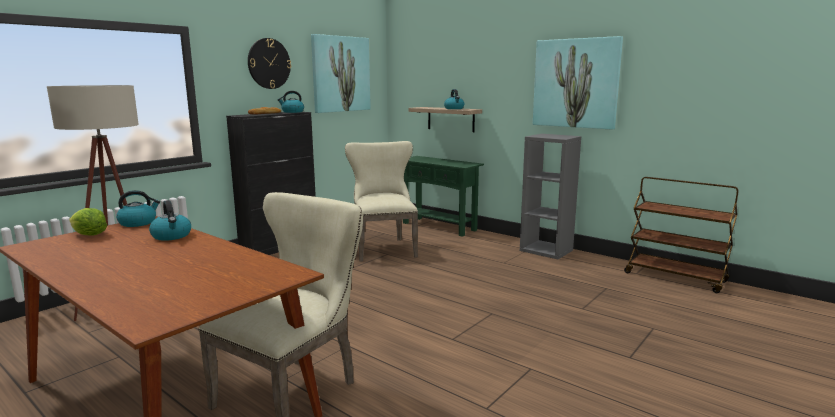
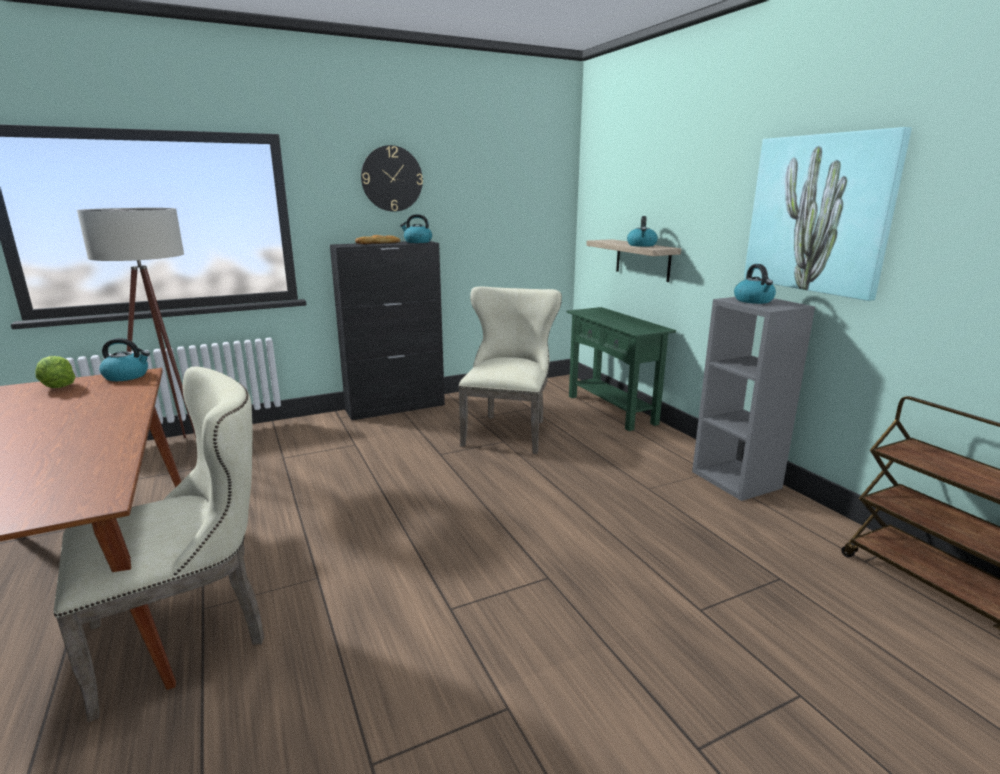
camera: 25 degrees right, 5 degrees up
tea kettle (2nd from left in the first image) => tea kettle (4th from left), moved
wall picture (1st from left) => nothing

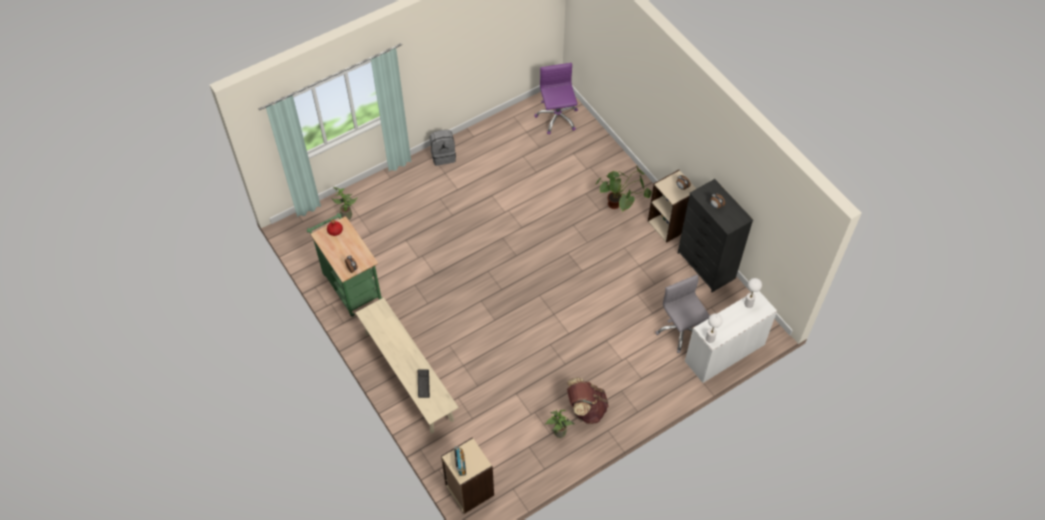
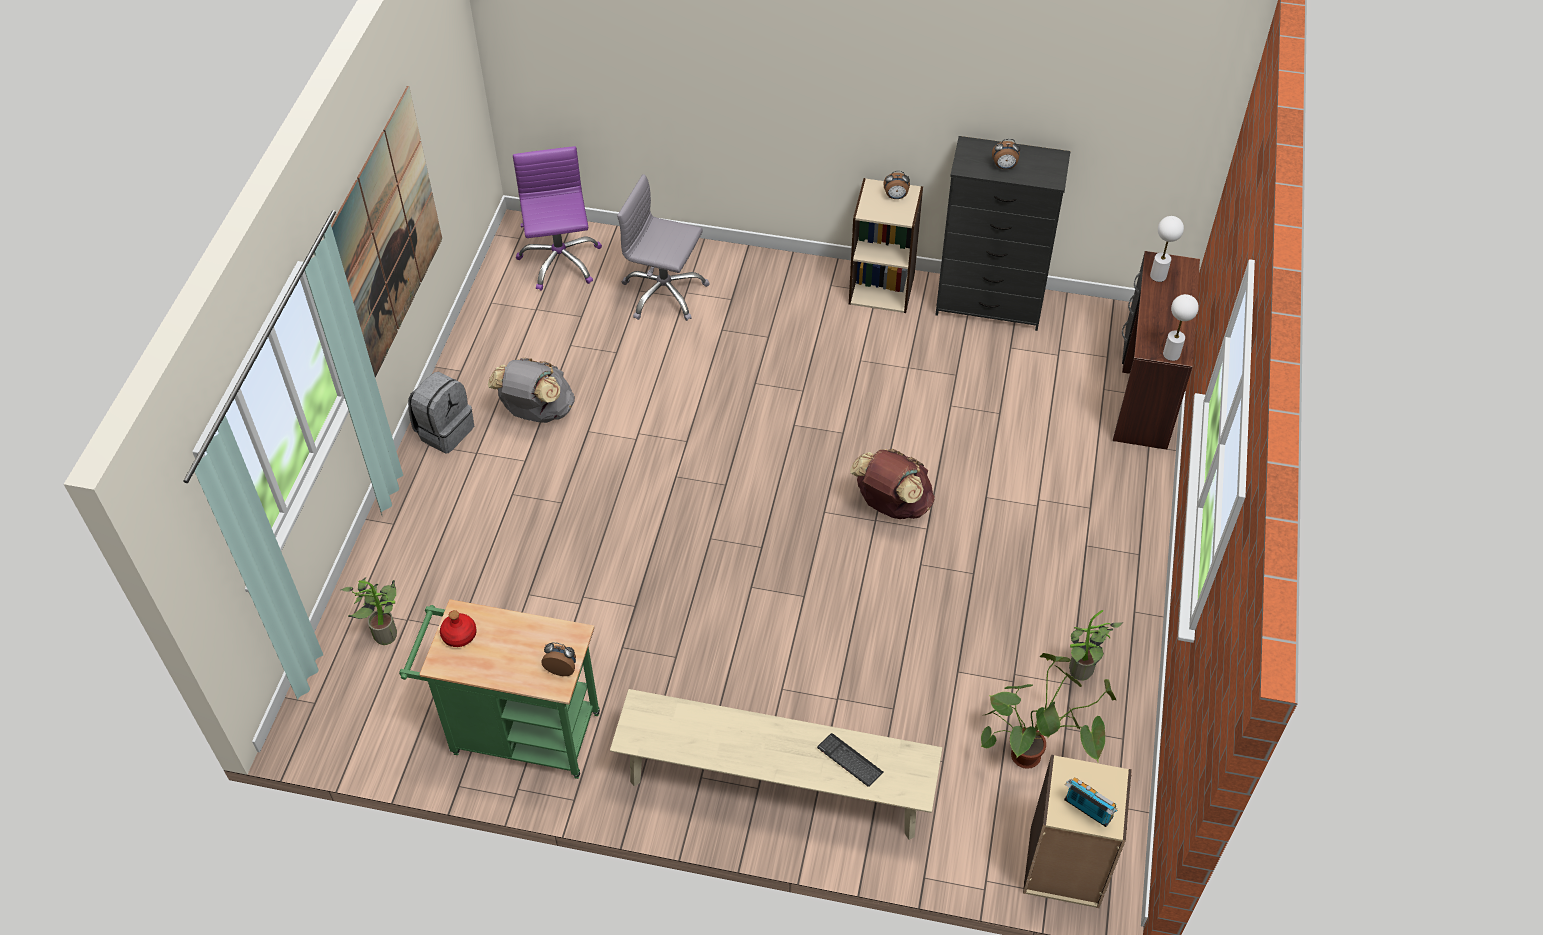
camera: 45 degrees left, 5 degrees down
purple computer chair, 45 degrees clockwise
brown rucksack, moved
potted plant (3rd from left in the first image) => potted plant (2nd from left), moved
gray computer chair, moved
white desk => brown desk
nothing => wall picture
nothing => gray rucksack (2nd from left)

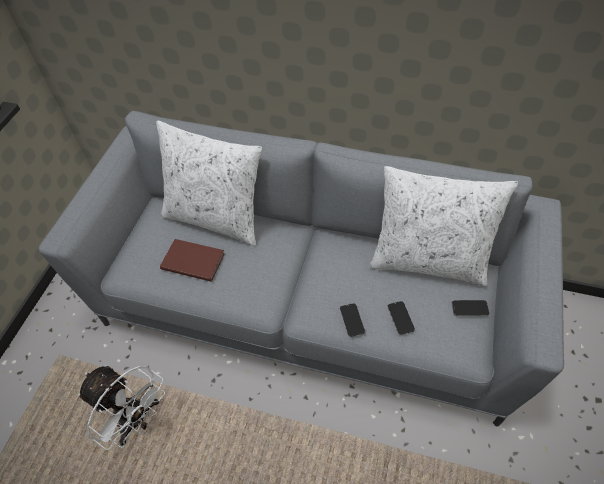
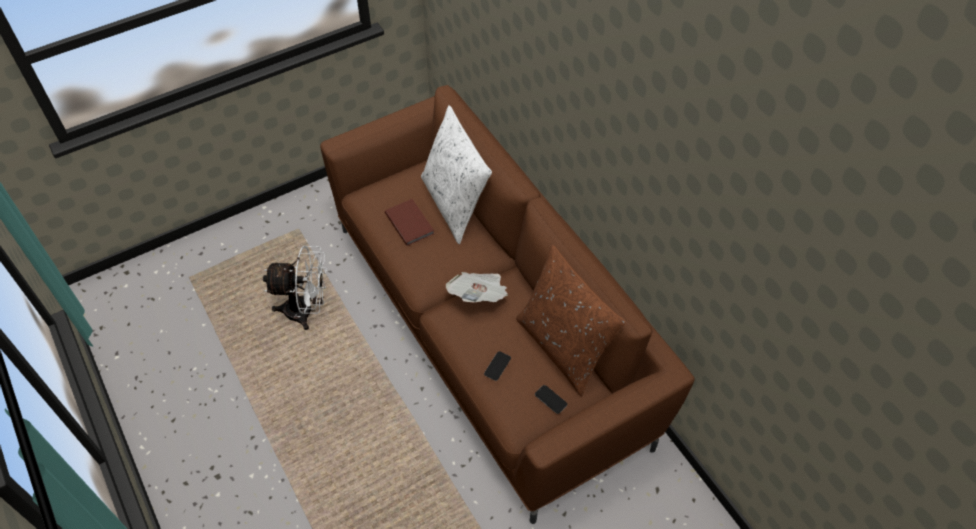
camera: 40 degrees right, 0 degrees up
gray couch => brown couch
white electric fan, 75 degrees counterclockwise
telephone (1st from left) => nothing
white throw pillow (2nd from left) => brown throw pillow
nothing => printed paper

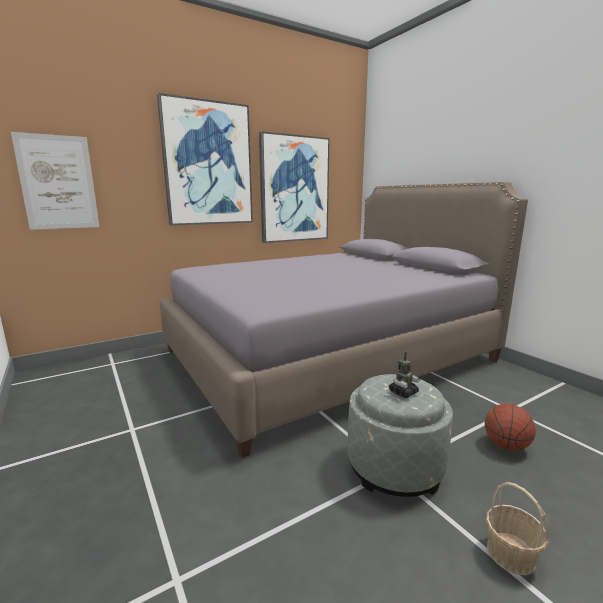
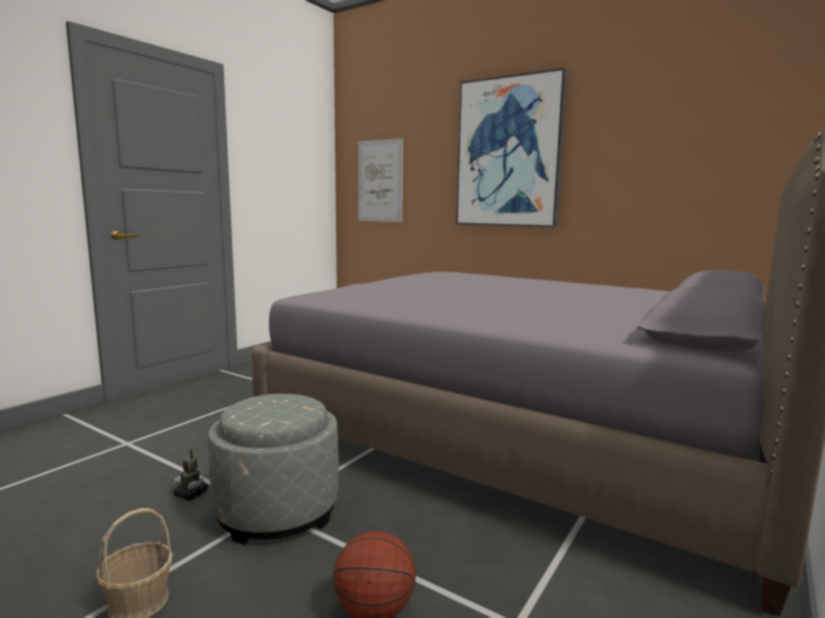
camera: 65 degrees right, 5 degrees down
wall picture (3rd from left) => nothing
robot figure, moved

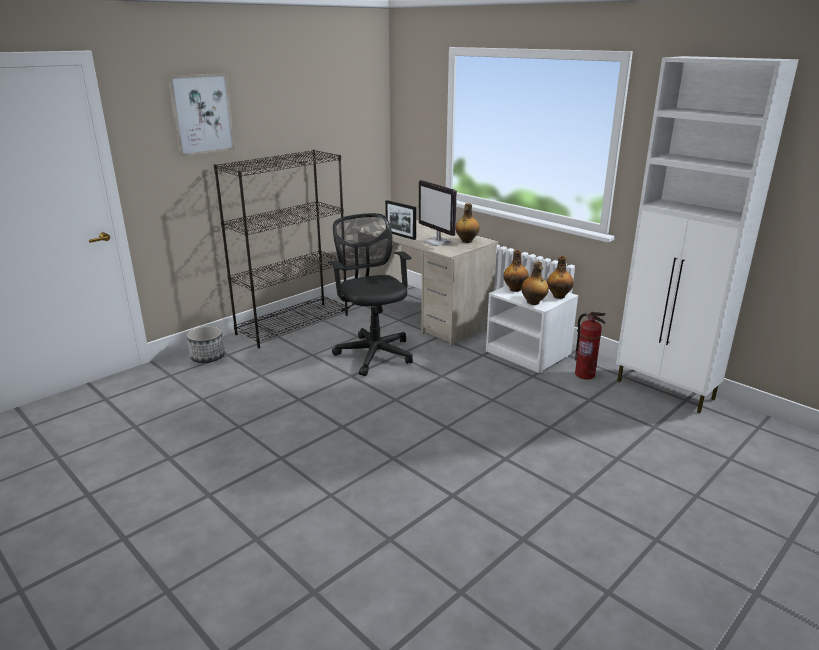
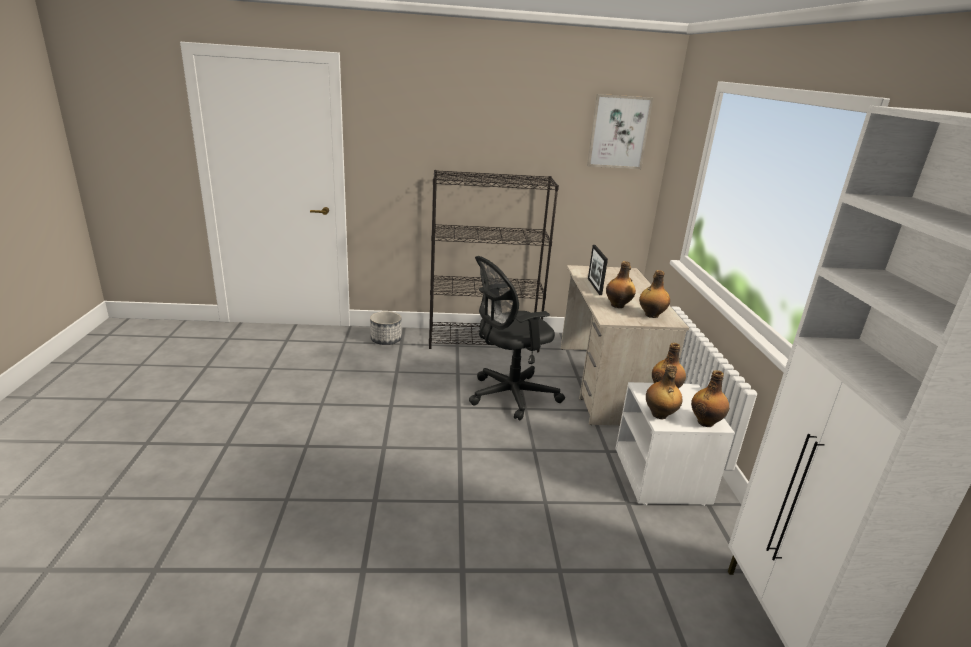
camera: 40 degrees right, 0 degrees up
wall picture, moved
blackish computer chair, 135 degrees counterclockwise
monitor => beverage bottle (1st from left)
fire extinguisher => nothing

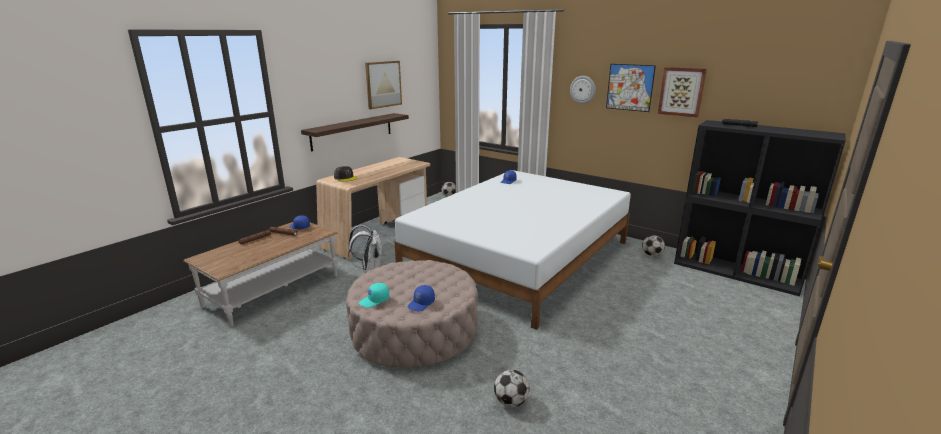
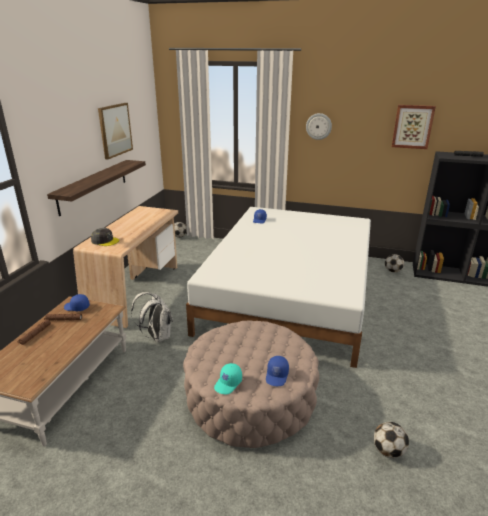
camera: 20 degrees left, 5 degrees up
wall picture (2nd from left) => nothing

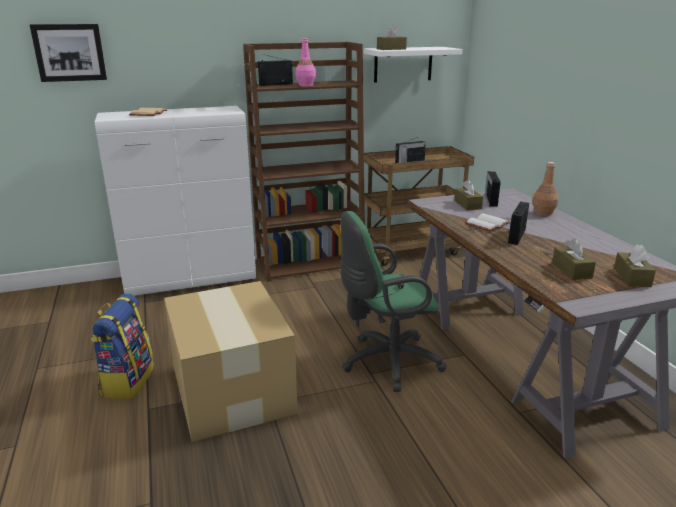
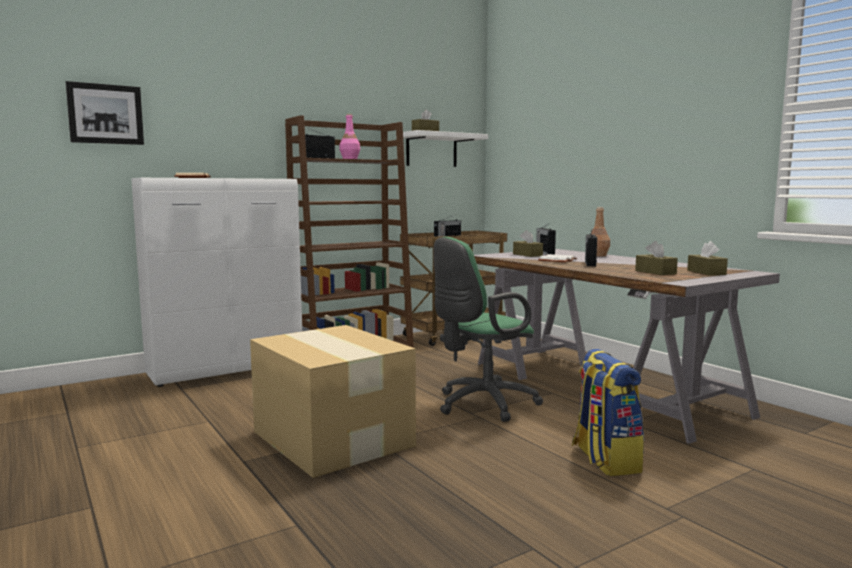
camera: 15 degrees left, 15 degrees down
rucksack, moved

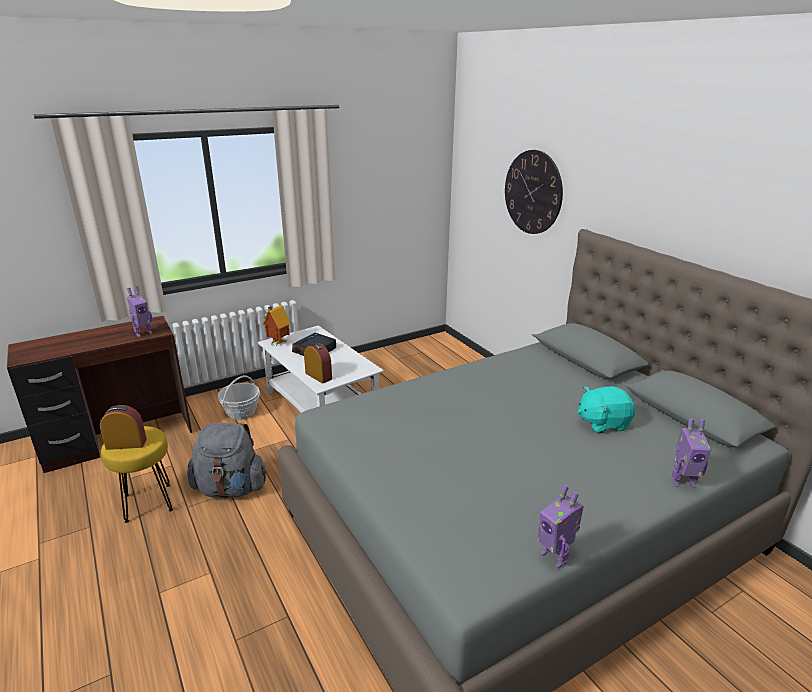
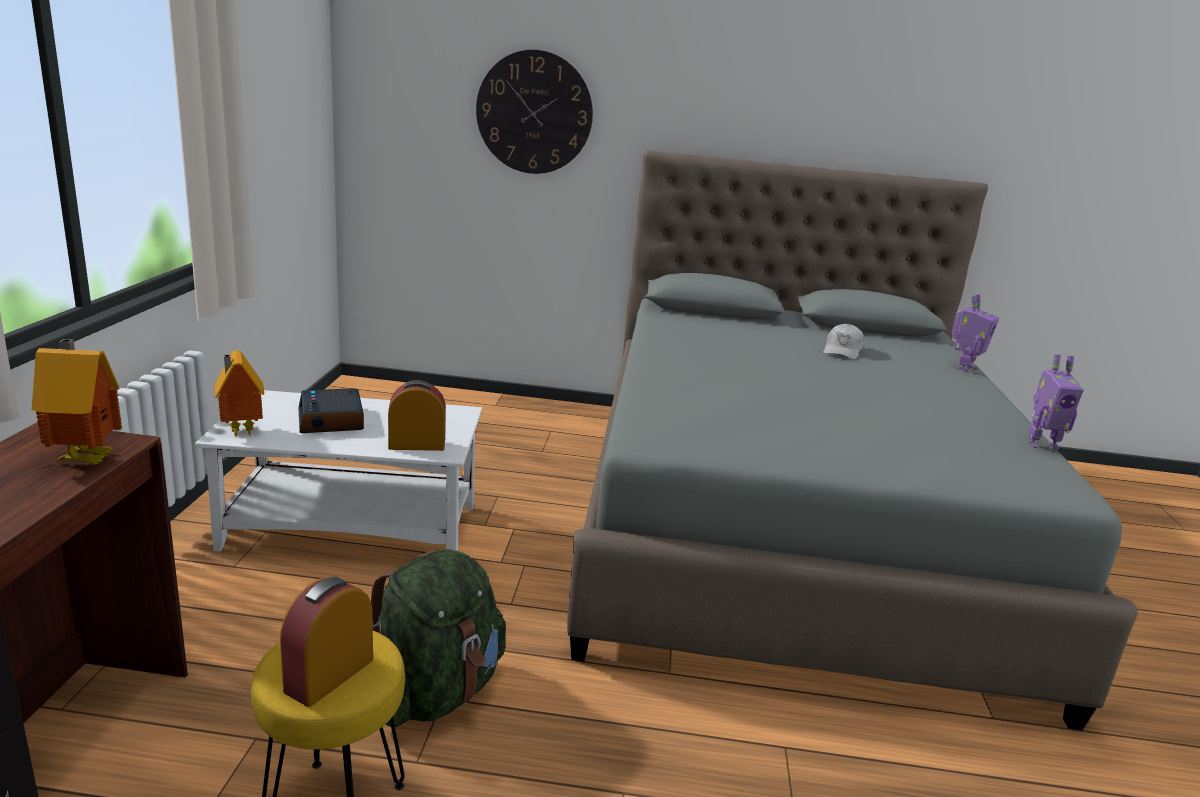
camera: 55 degrees left, 5 degrees down
robot figure (1st from left) => model house (1st from left)
gray rucksack => greenish rucksack
household basket => nothing
turquoise soft toy => white baseball cap

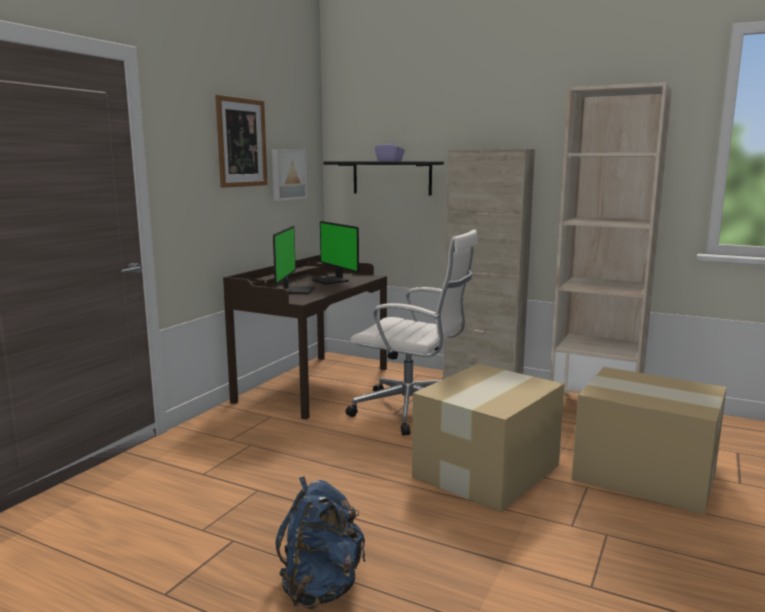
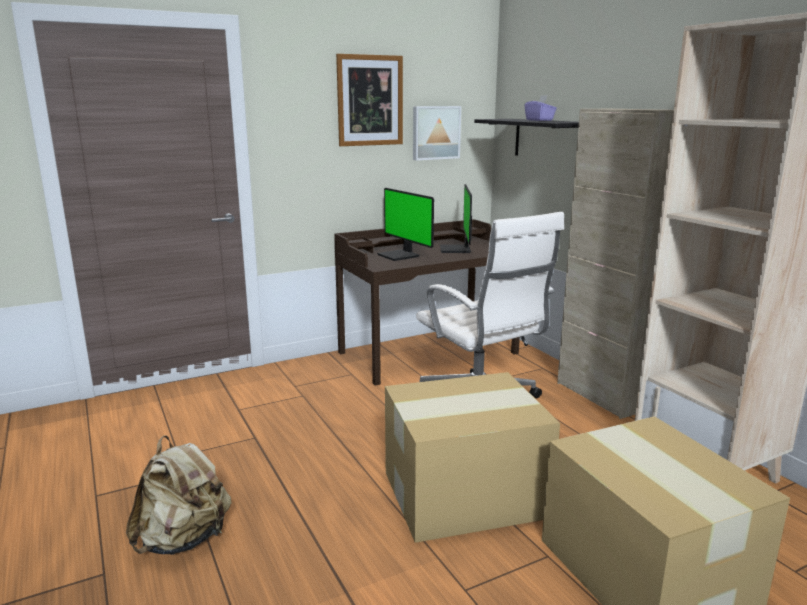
camera: 35 degrees right, 5 degrees up
monitor (1st from left), 105 degrees clockwise
blue-coloured rucksack => beige-coloured rucksack

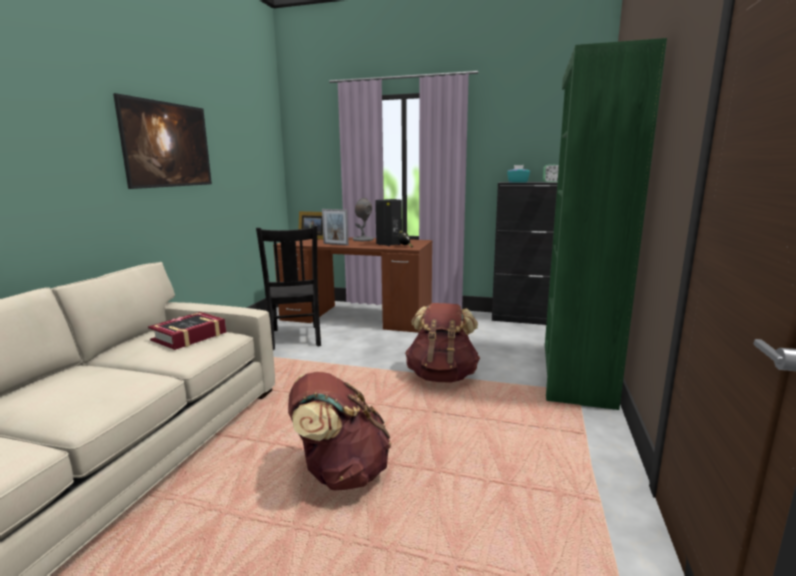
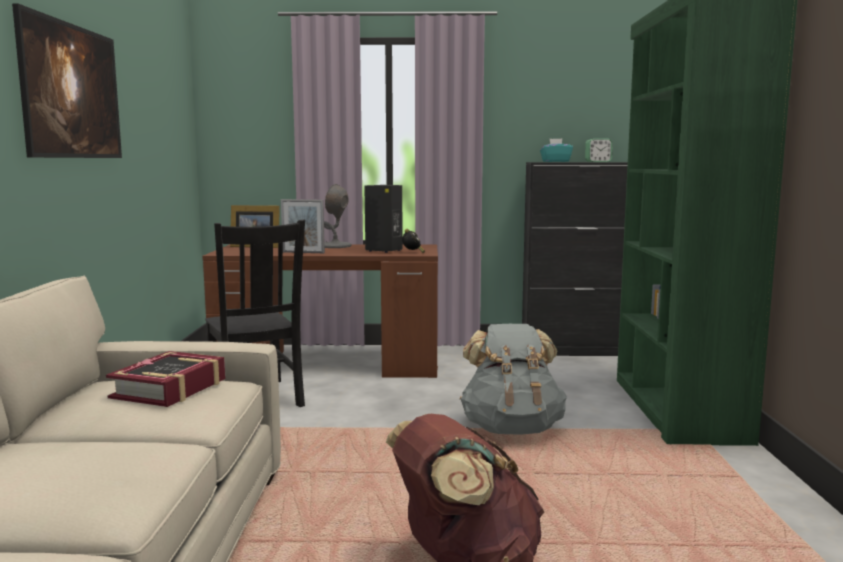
camera: 15 degrees left, 5 degrees down
brown rucksack (2nd from left) => gray rucksack

